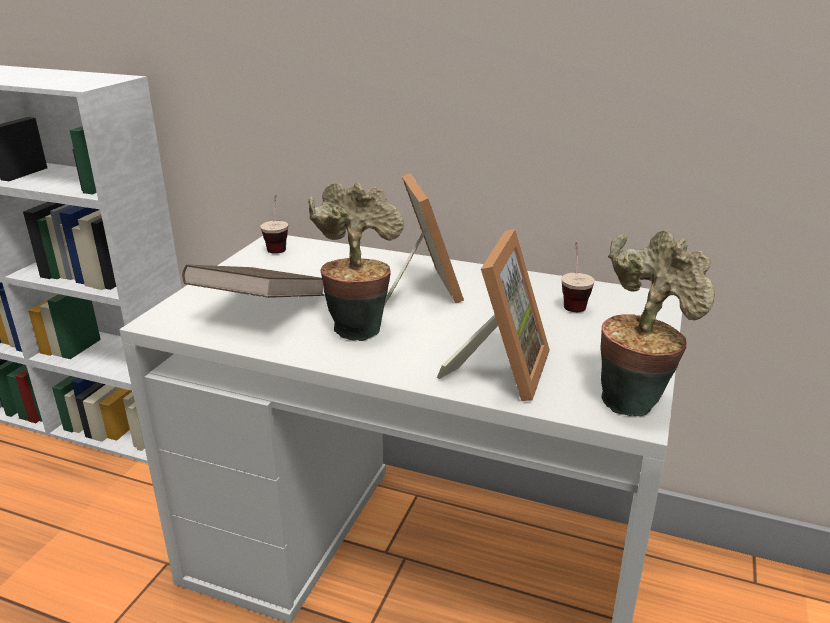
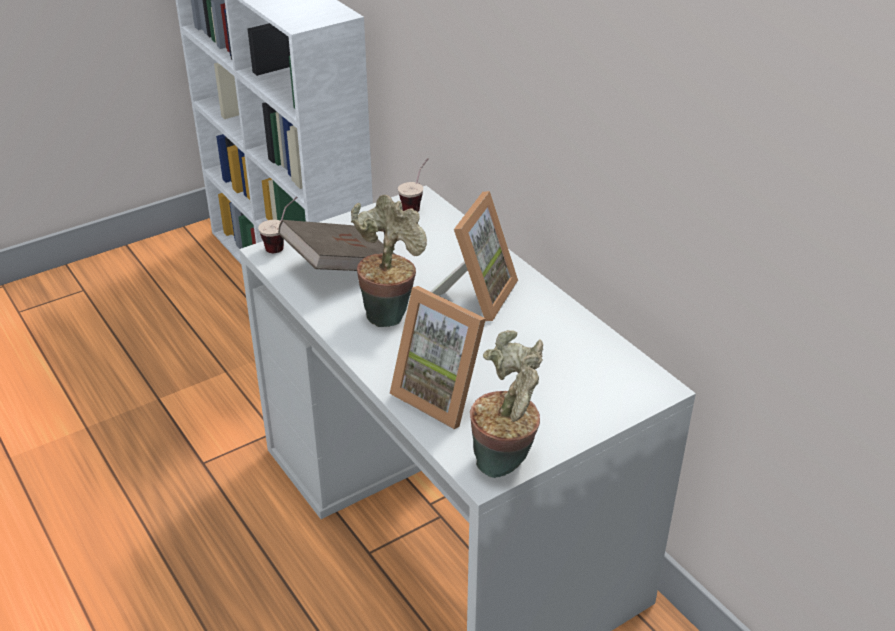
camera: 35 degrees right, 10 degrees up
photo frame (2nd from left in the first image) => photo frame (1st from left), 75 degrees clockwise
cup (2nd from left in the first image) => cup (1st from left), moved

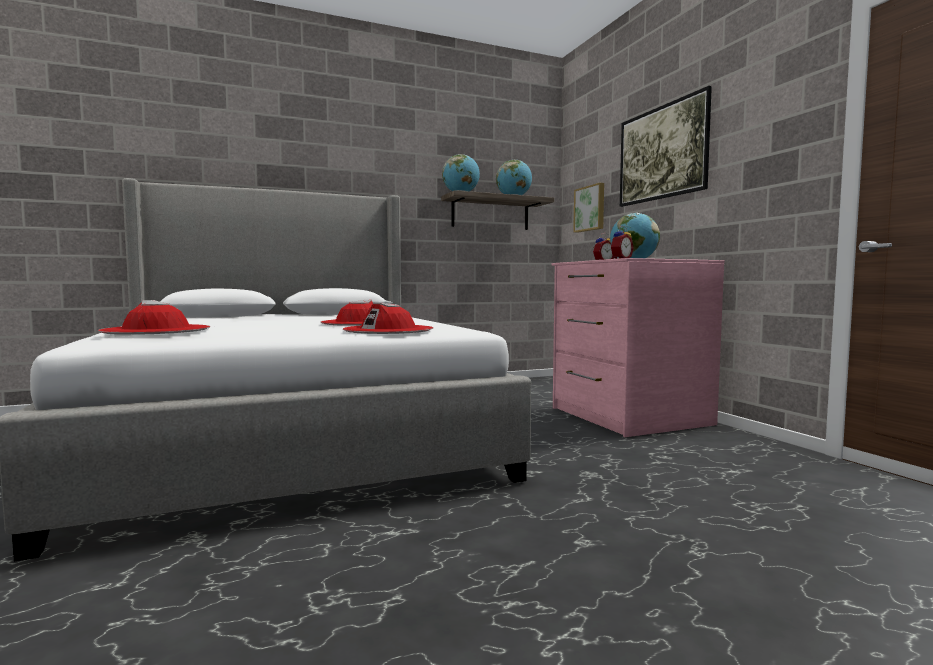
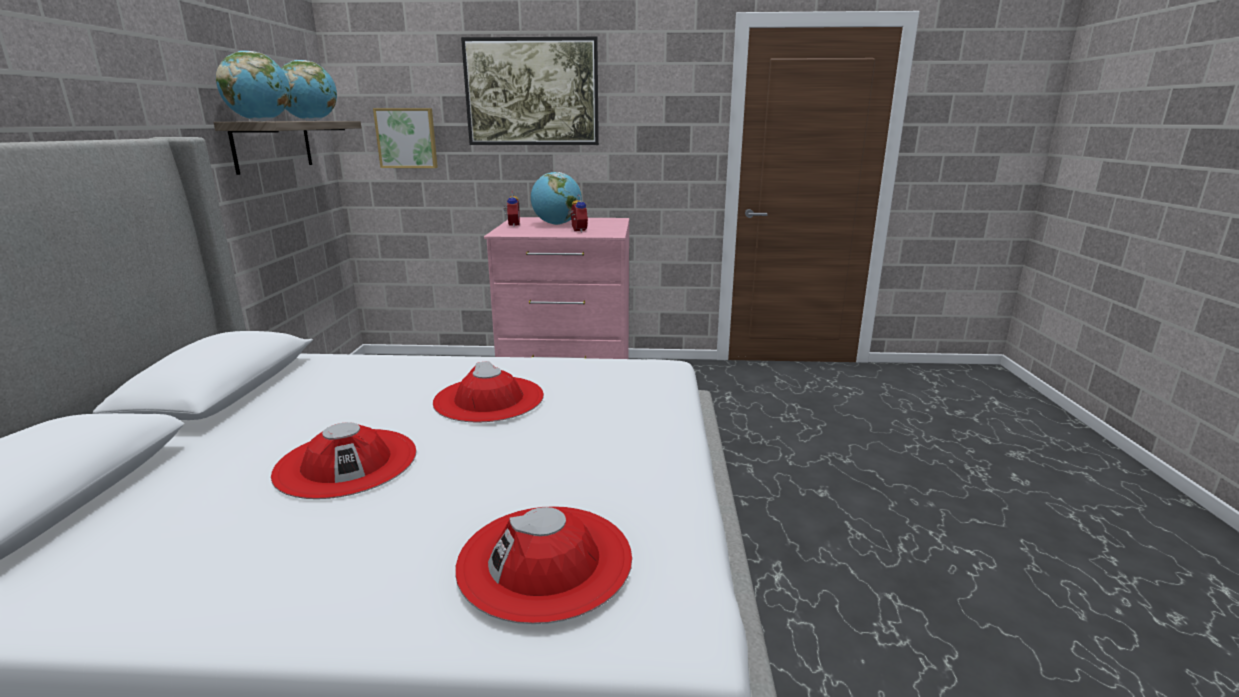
camera: 65 degrees left, 15 degrees up
red-coloured wearable hat (3rd from left in the first image) => red-coloured wearable hat (1st from left), moved

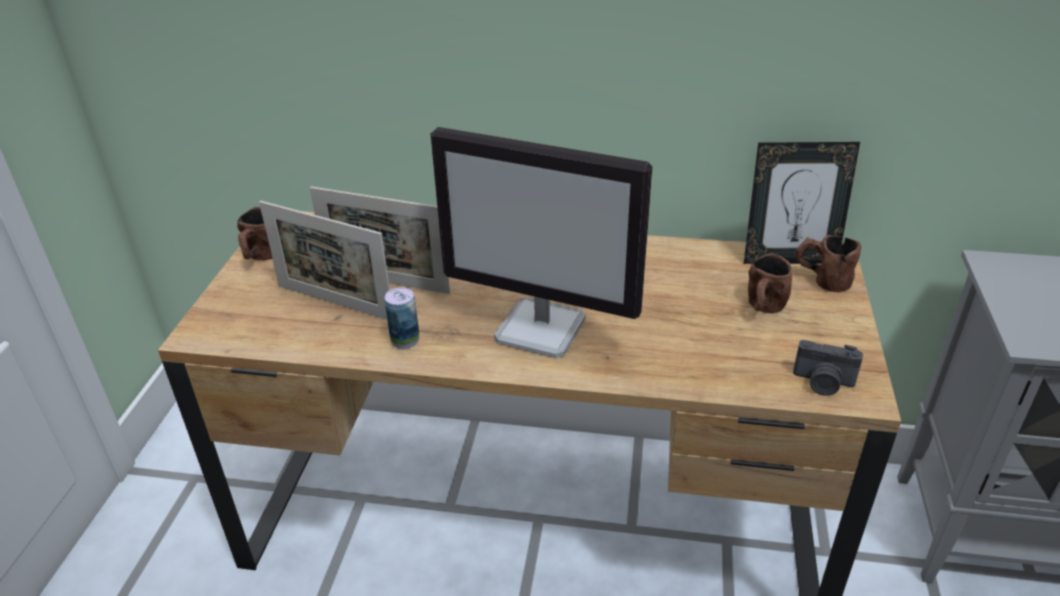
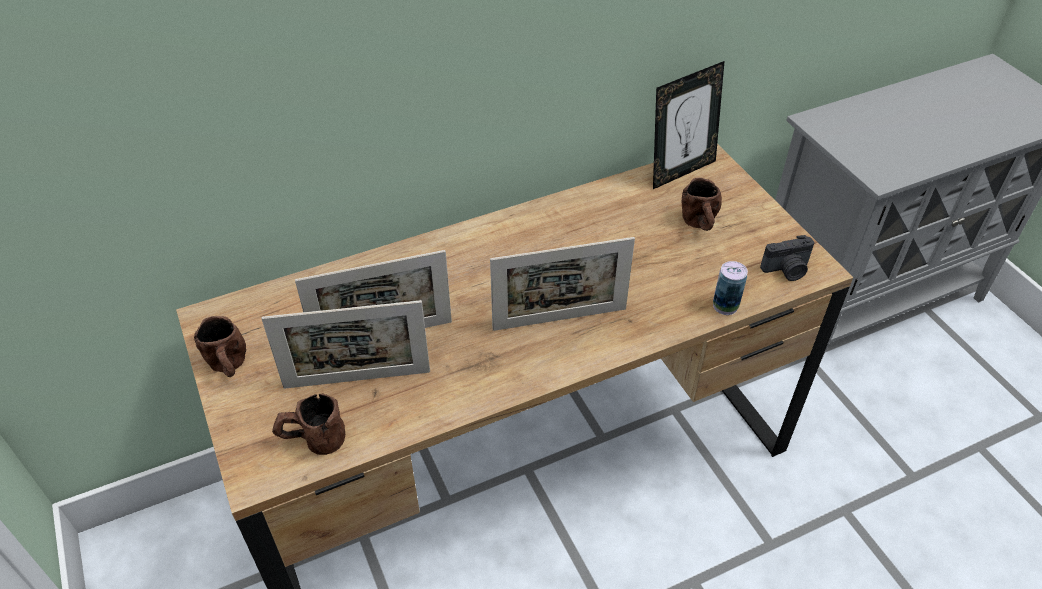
camera: 35 degrees left, 10 degrees up
metal can, moved
monitor => photo frame (3rd from left)
brown mug (3rd from left in the first image) => brown mug (2nd from left), moved

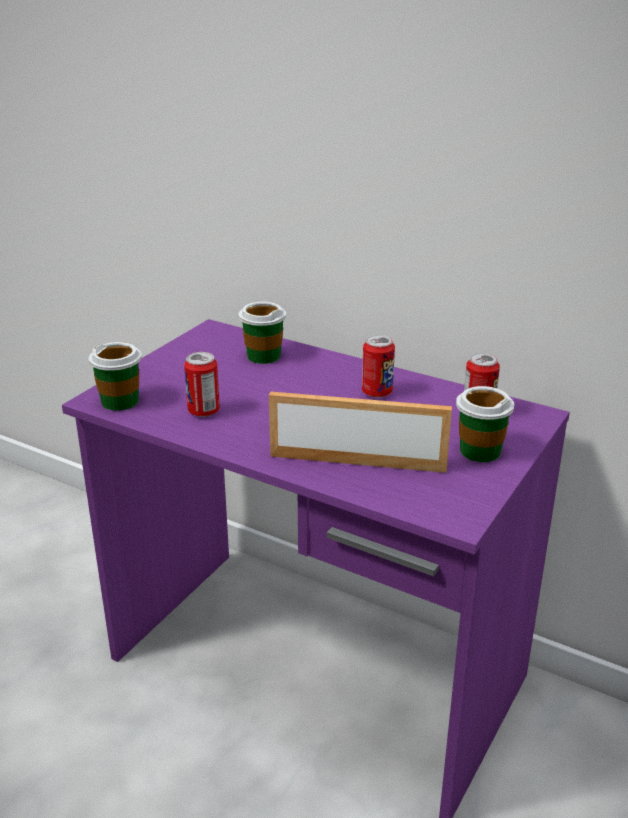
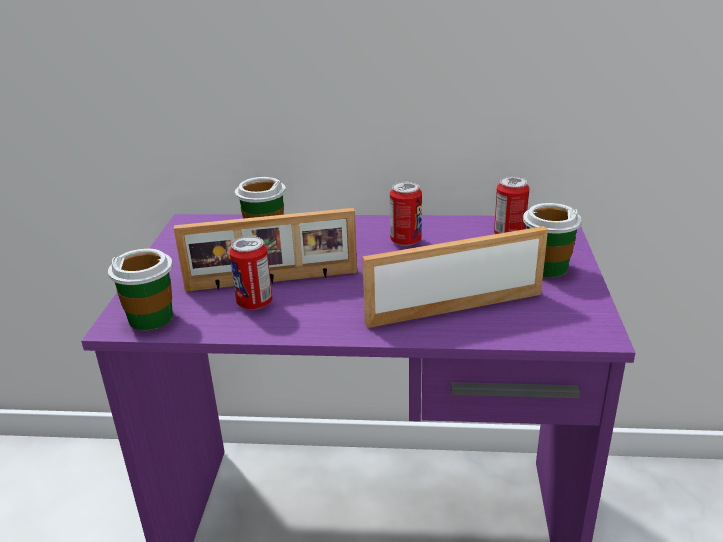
camera: 25 degrees left, 0 degrees up
nothing => photo frame (1st from left)

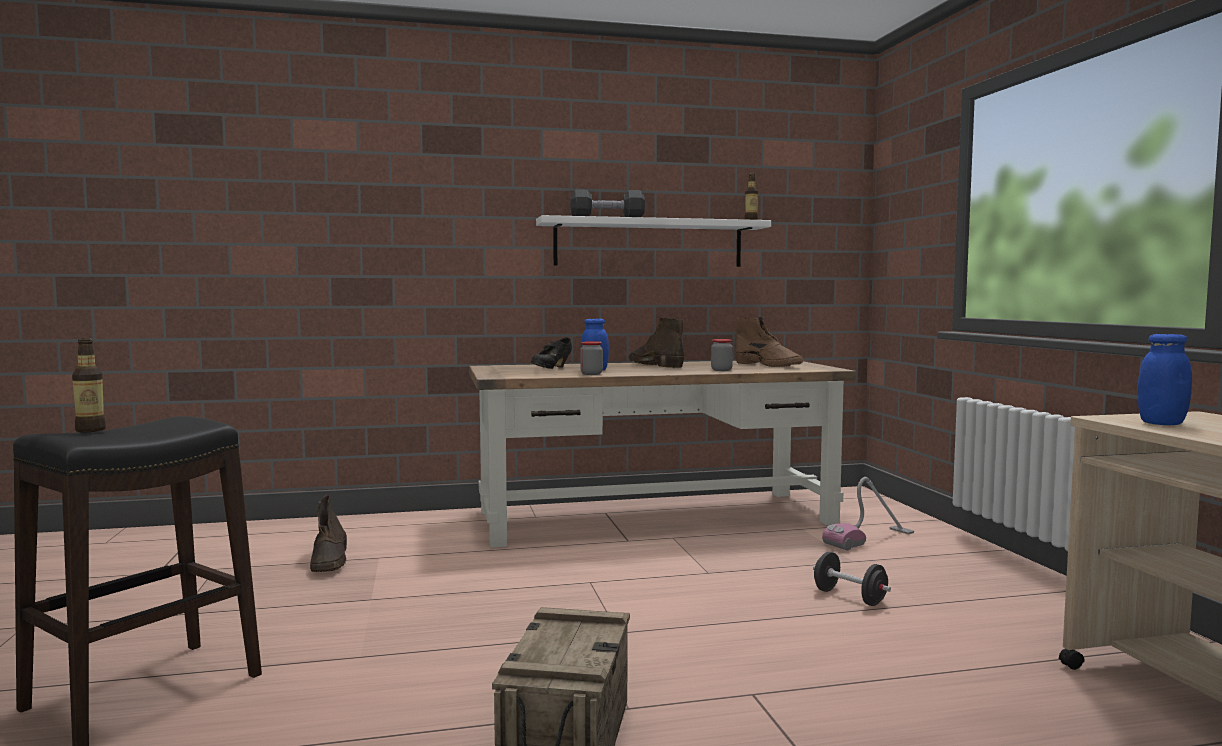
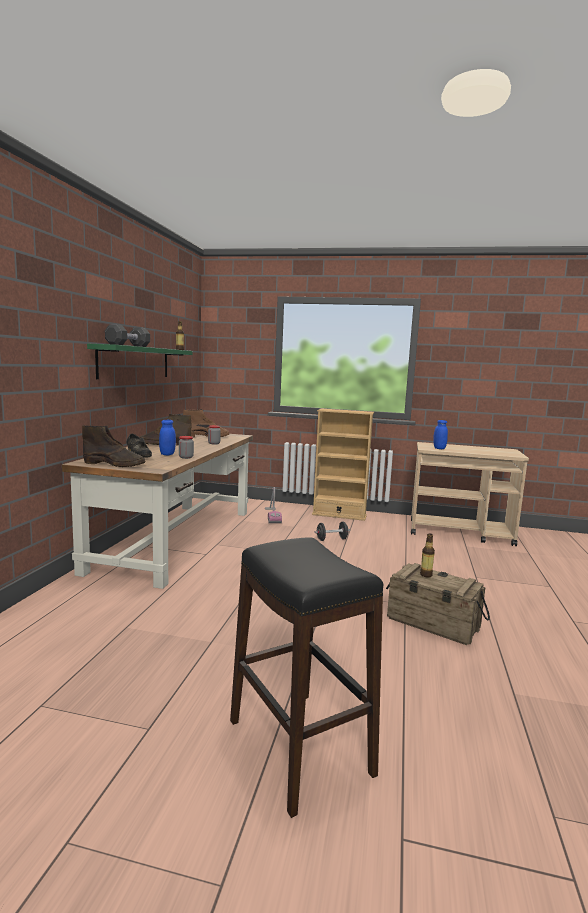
camera: 65 degrees left, 5 degrees up
beverage bottle (1st from left in the first image) => beverage bottle (2nd from left), moved
brown boot (1st from left), moved
white bracket shelf => greenish bracket shelf
nothing => beige-coloured bookshelf

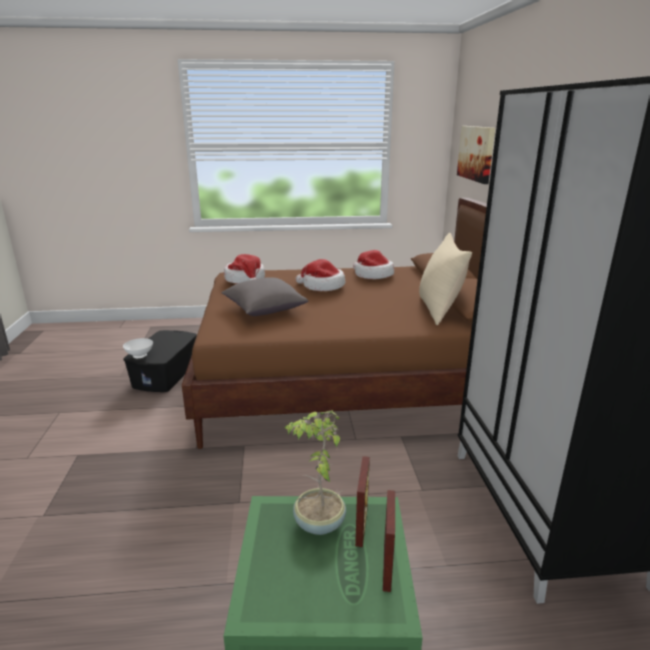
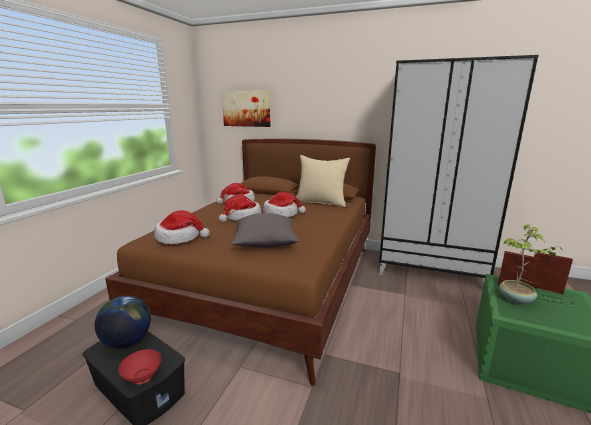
camera: 65 degrees left, 5 degrees down
white bowl => red-coloured bowl
nothing => desk globe
nothing => wearable hat (4th from left)

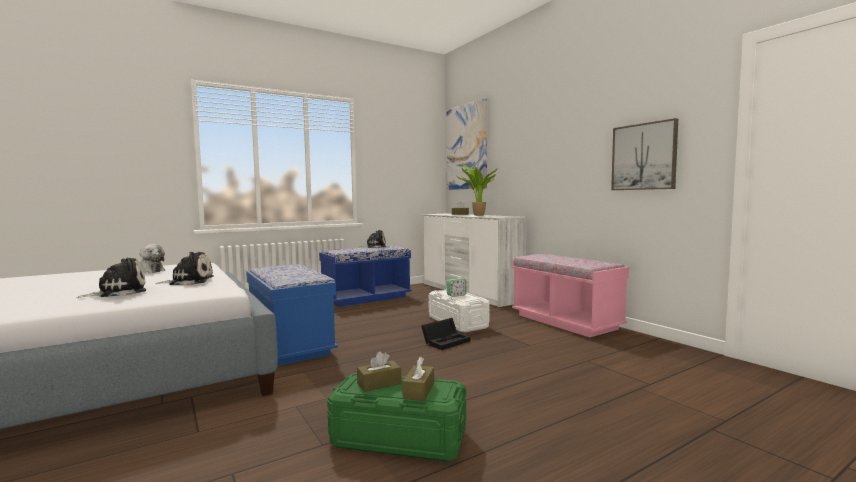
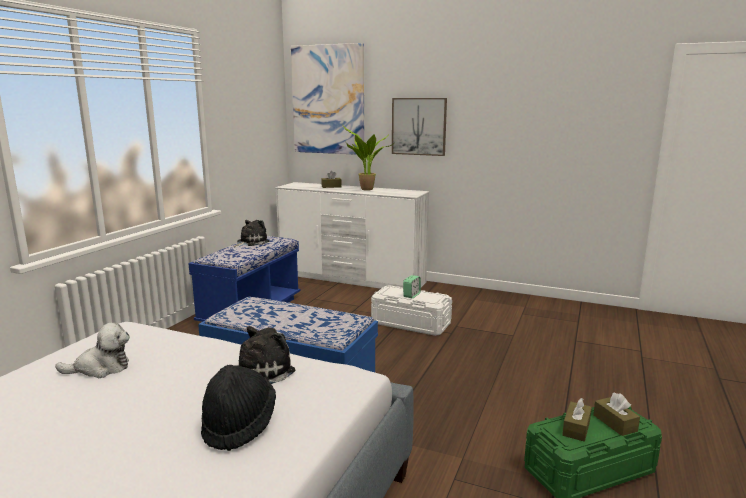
camera: 35 degrees left, 10 degrees up
soft toy (1st from left) => blackish wearable hat
blackish storage container => nothing
pink-coloured bench => nothing
wall picture (2nd from left), moved

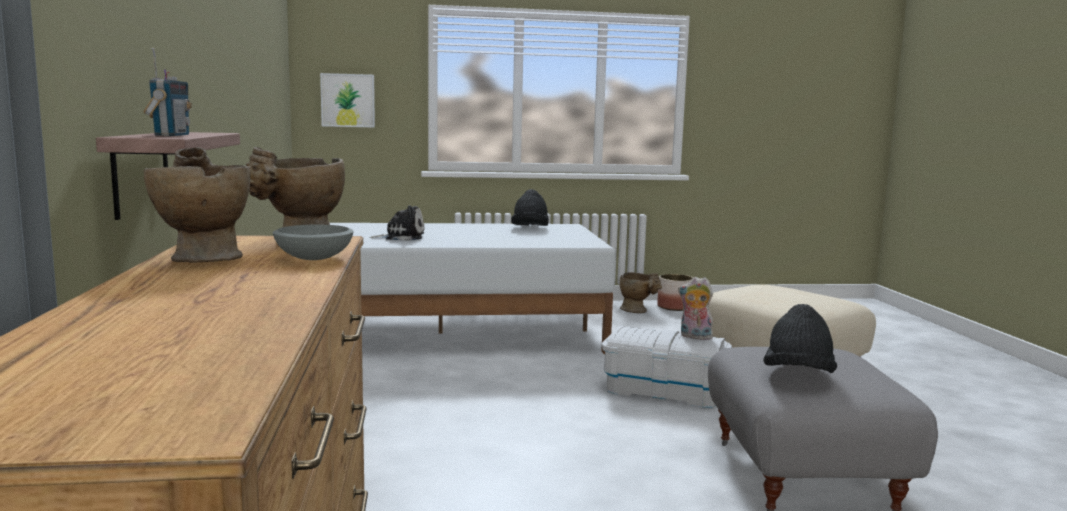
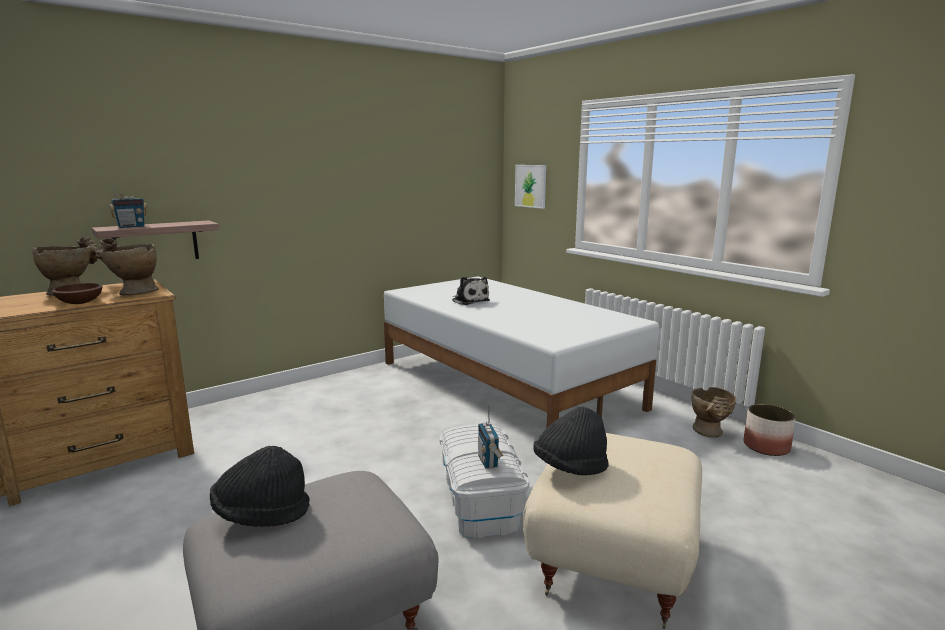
camera: 60 degrees right, 5 degrees up
gray bowl => brown bowl
blackish wearable hat (1st from left in the first image) => blackish wearable hat (2nd from left), moved
soft toy (2nd from left) => radio set (2nd from left)

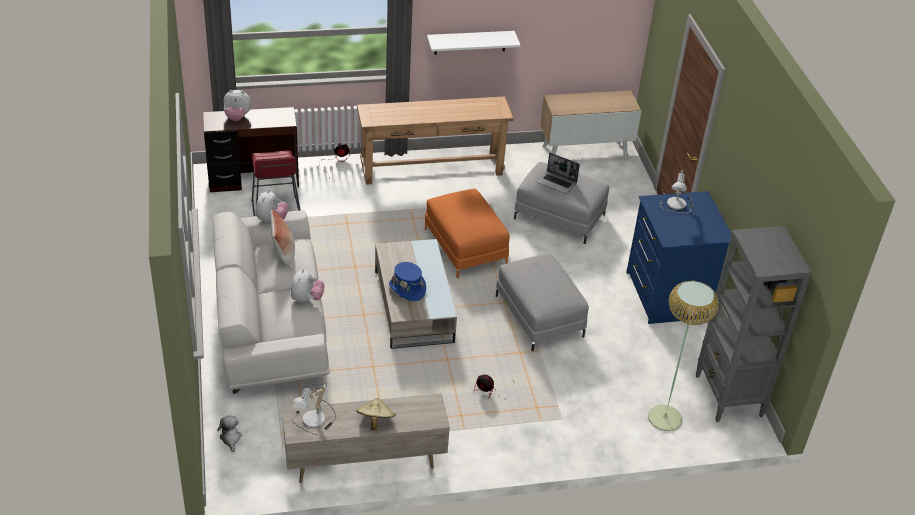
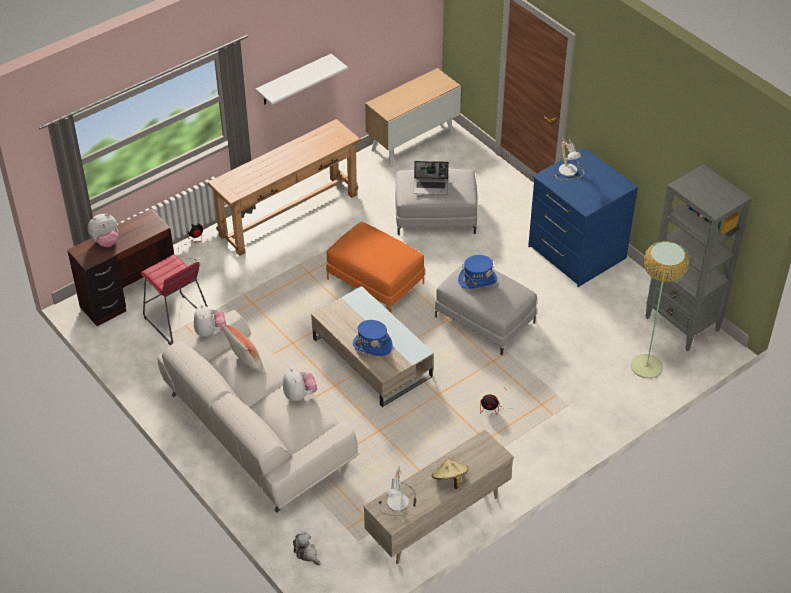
camera: 25 degrees left, 5 degrees up
nothing => blue-coloured wearable hat (2nd from left)

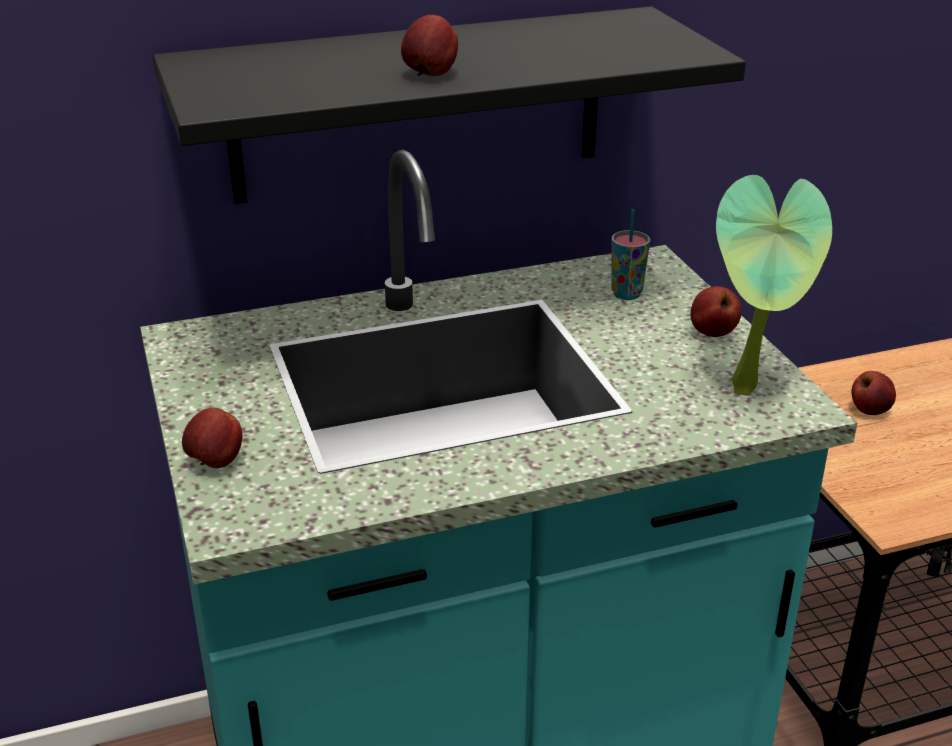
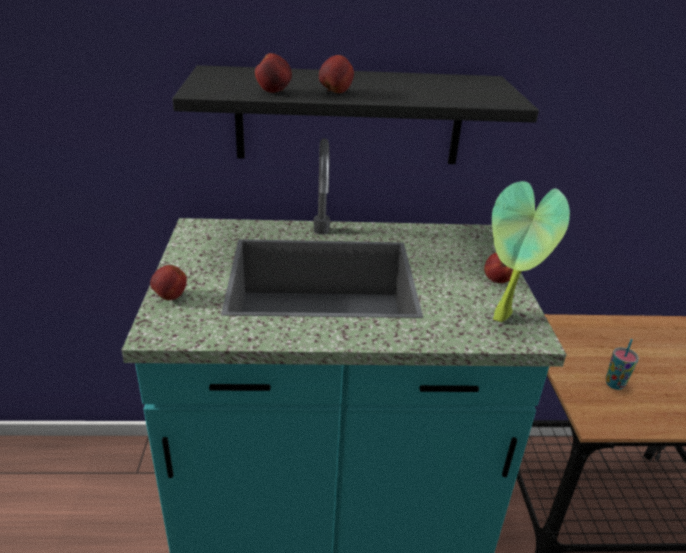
camera: 15 degrees right, 0 degrees up
cup, moved
whole apple (4th from left in the first image) => whole apple (2nd from left), moved

